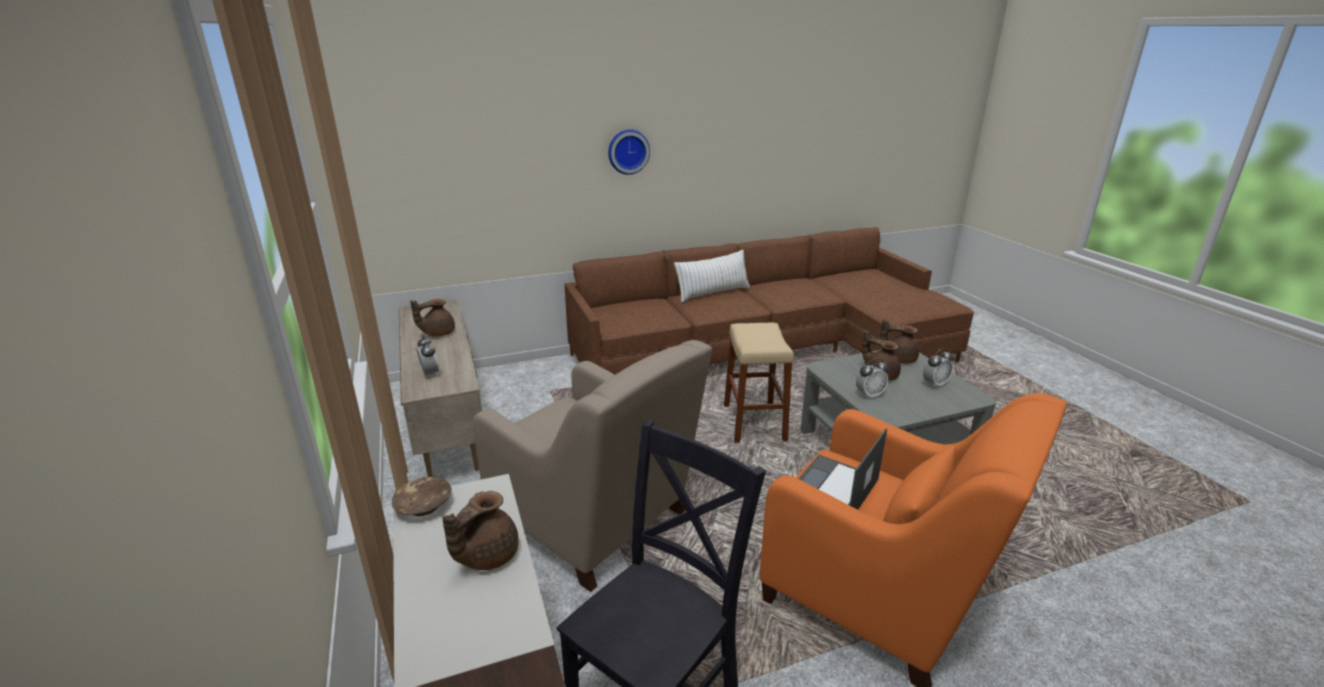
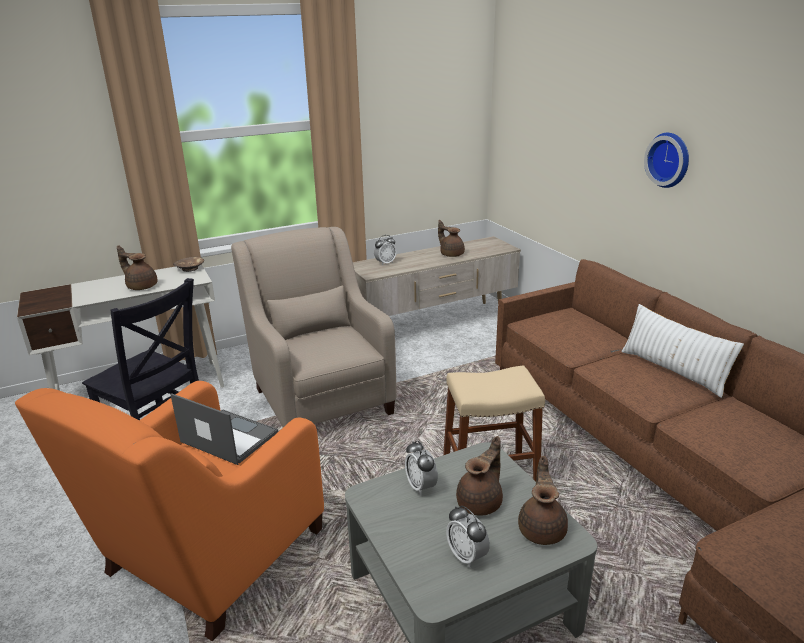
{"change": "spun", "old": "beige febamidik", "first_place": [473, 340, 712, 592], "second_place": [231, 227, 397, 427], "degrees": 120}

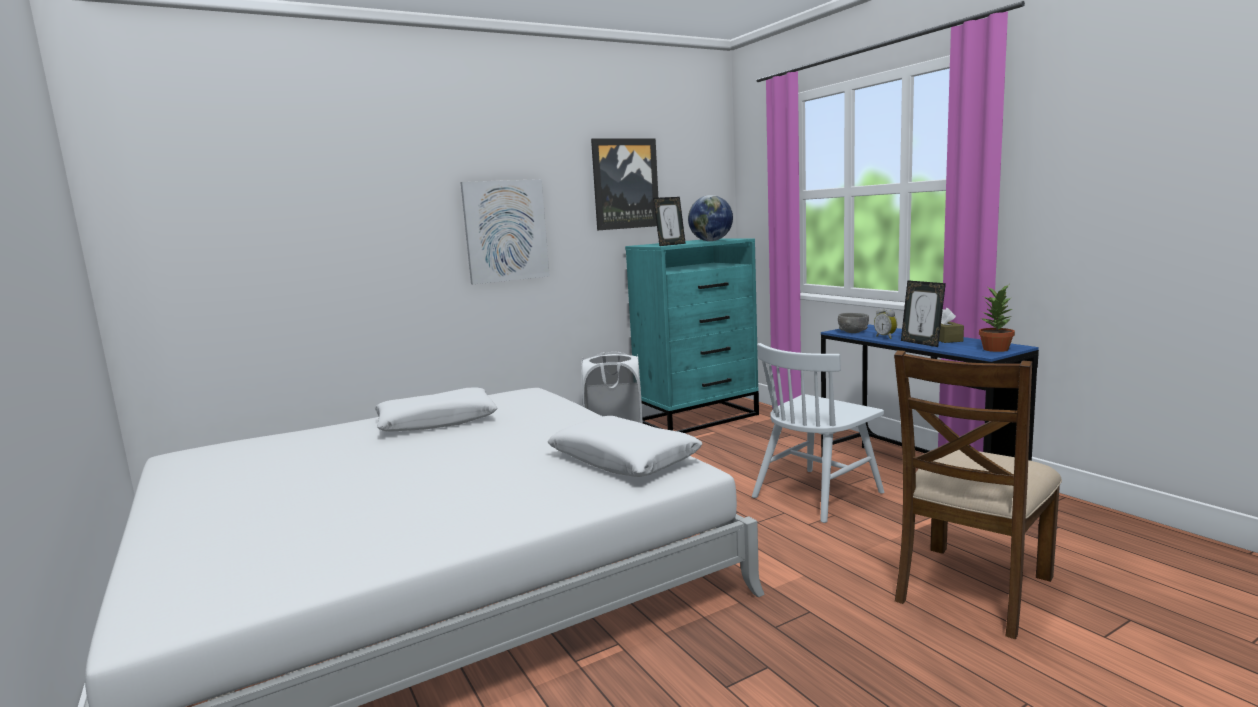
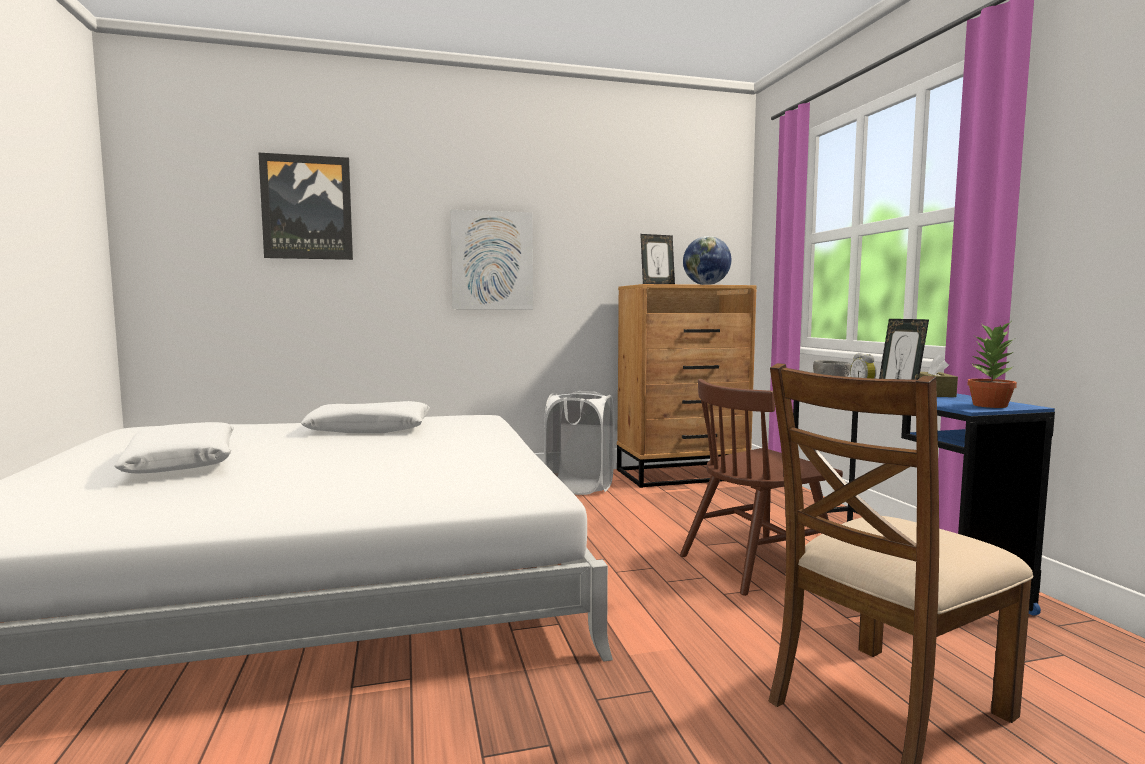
{"change": "relocated", "old": "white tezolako", "first_place": [547, 416, 702, 477], "second_place": [114, 422, 234, 474]}
{"change": "relocated", "old": "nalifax", "first_place": [591, 138, 658, 230], "second_place": [258, 152, 353, 260]}
{"change": "colour", "old": "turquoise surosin", "new": "brown surosin", "first_place": [625, 238, 759, 433], "second_place": [617, 284, 757, 488]}
{"change": "colour", "old": "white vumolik", "new": "brown vumolik", "first_place": [752, 343, 884, 523], "second_place": [680, 379, 843, 596]}

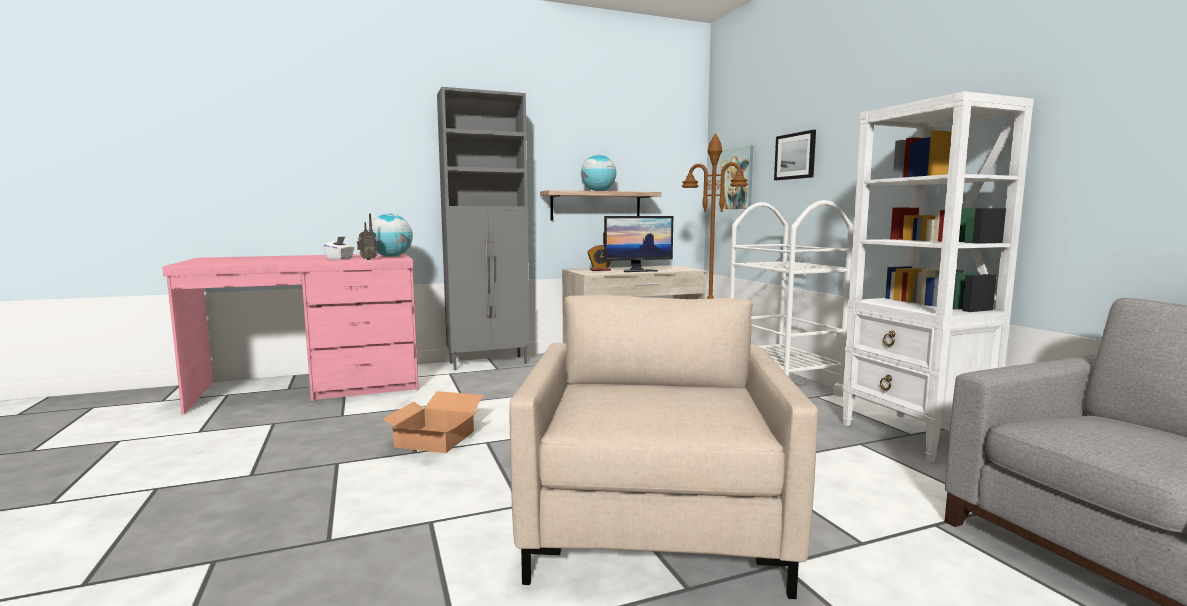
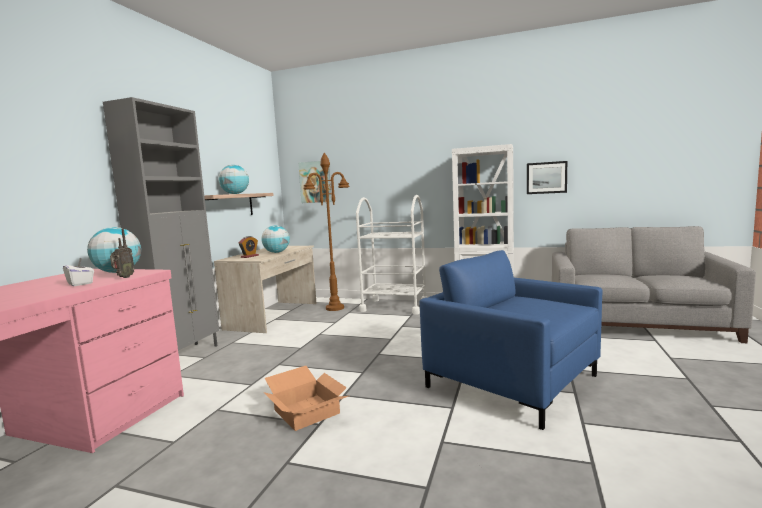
{"change": "exchanged", "old": "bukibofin", "new": "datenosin", "first_place": [603, 216, 673, 272], "second_place": [261, 225, 290, 253]}
{"change": "colour", "old": "beige febamidik", "new": "blue febamidik", "first_place": [510, 295, 818, 599], "second_place": [419, 250, 603, 430]}
{"change": "relocated", "old": "nalifax", "first_place": [774, 130, 816, 180], "second_place": [527, 161, 567, 194]}

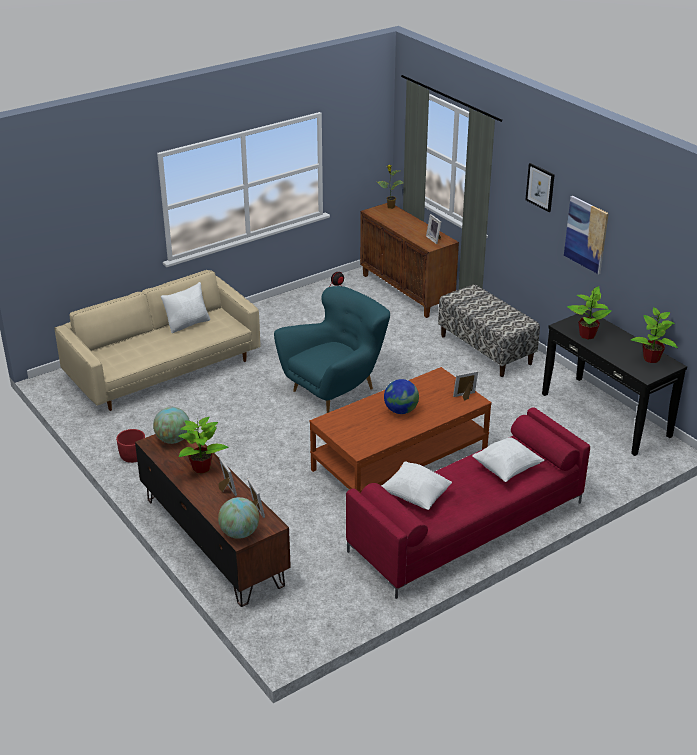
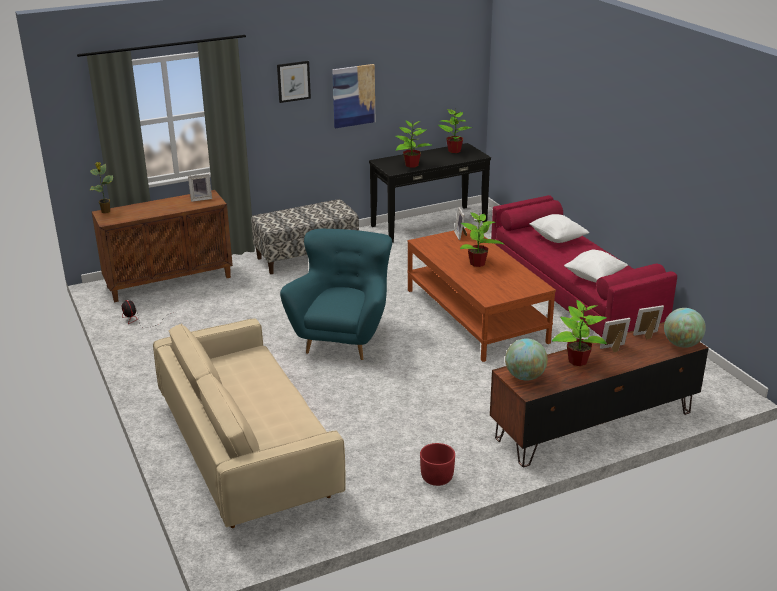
{"change": "spun", "old": "turquoise febamidik", "first_place": [274, 286, 390, 413], "second_place": [280, 229, 392, 360], "degrees": 45}
{"change": "exchanged", "old": "datenosin", "new": "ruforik", "first_place": [384, 379, 419, 414], "second_place": [460, 212, 504, 267]}
{"change": "missing", "old": "white tezolako", "first_place": [161, 282, 210, 333]}

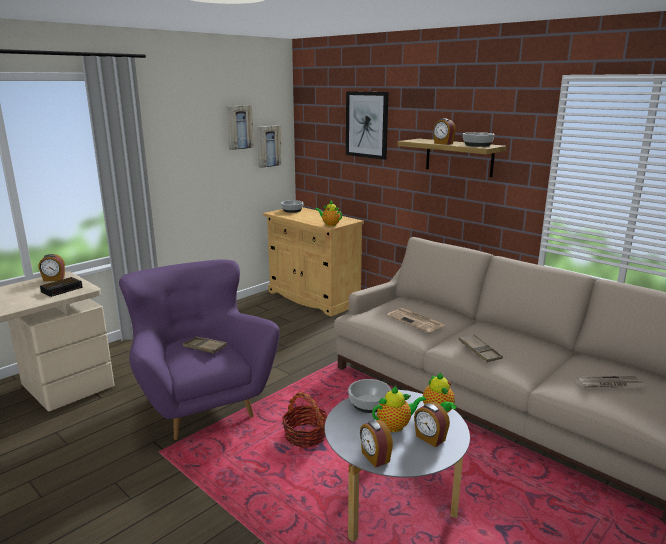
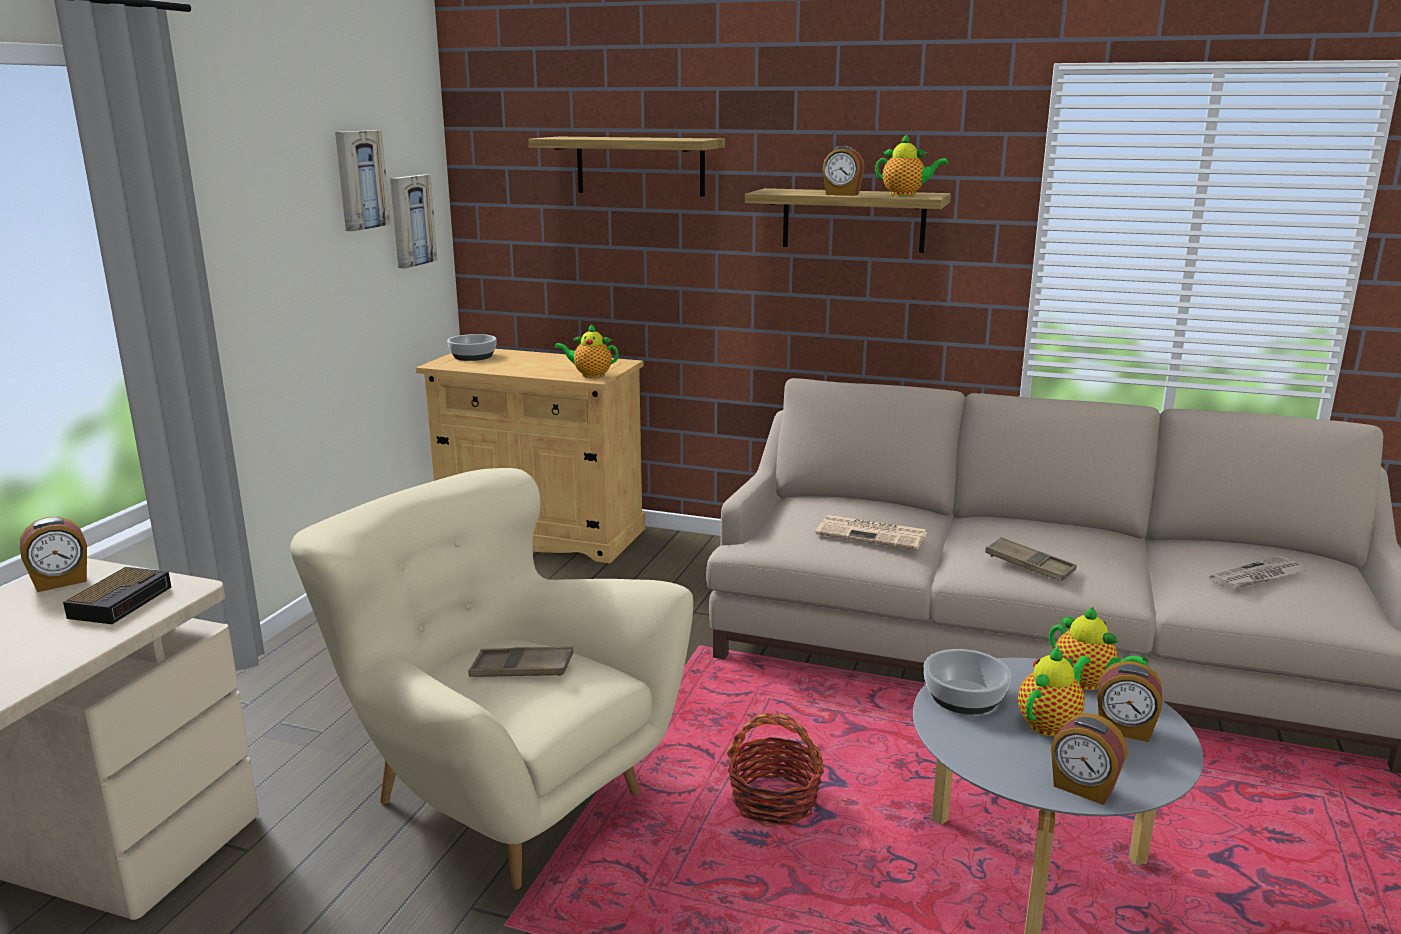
{"change": "colour", "old": "purple febamidik", "new": "beige febamidik", "first_place": [119, 259, 280, 440], "second_place": [290, 468, 693, 889]}
{"change": "exchanged", "old": "nalifax", "new": "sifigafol", "first_place": [346, 91, 389, 160], "second_place": [529, 137, 725, 197]}
{"change": "exchanged", "old": "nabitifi", "new": "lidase", "first_place": [463, 132, 495, 147], "second_place": [875, 134, 948, 195]}

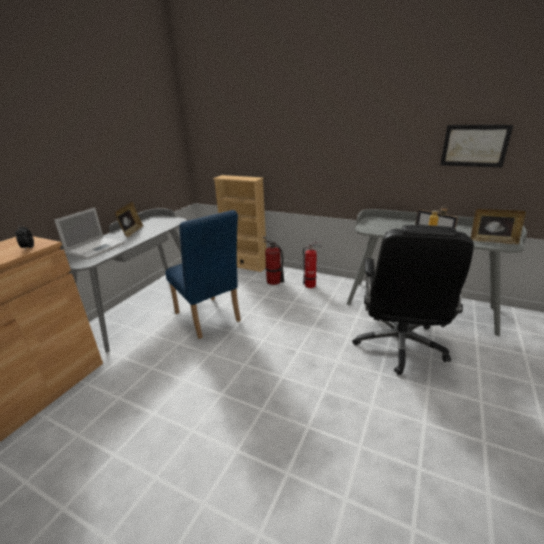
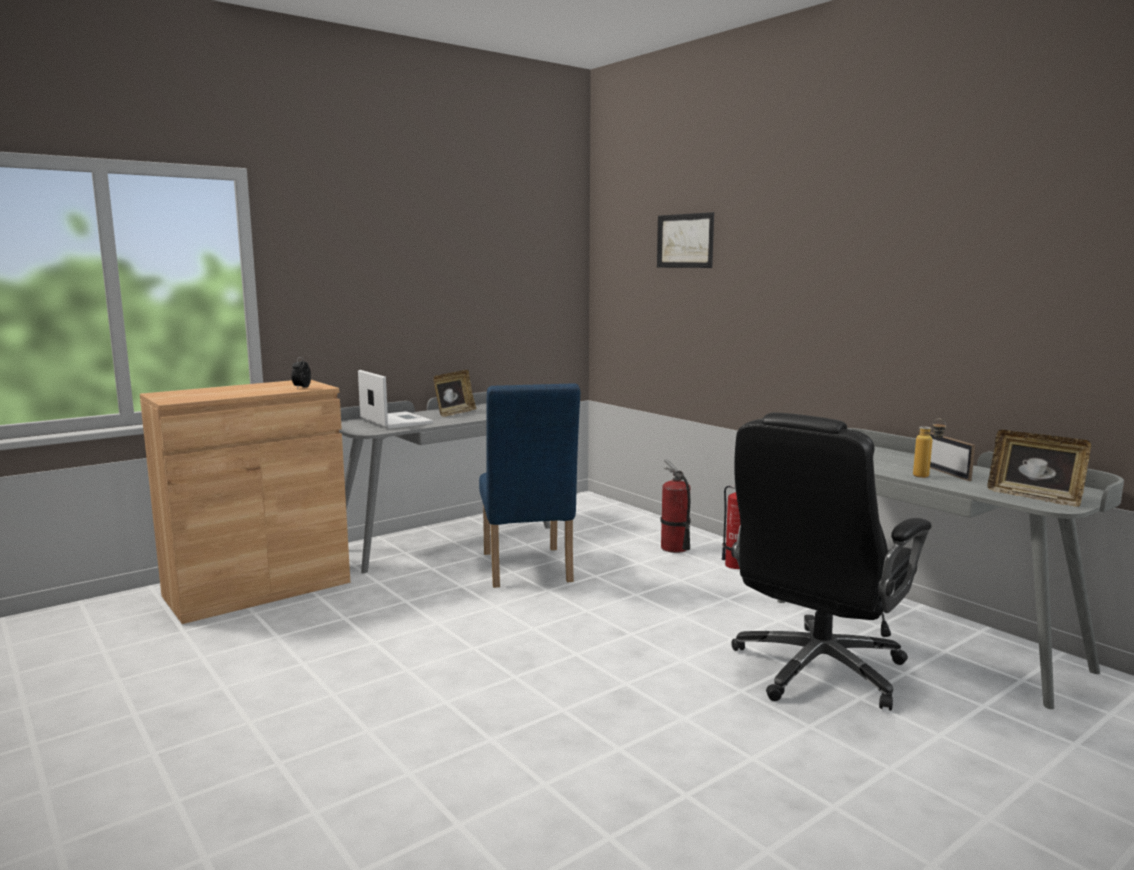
{"change": "spun", "old": "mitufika", "first_place": [54, 208, 125, 259], "second_place": [358, 370, 433, 429], "degrees": -90}
{"change": "relocated", "old": "nalifax", "first_place": [440, 125, 513, 167], "second_place": [657, 212, 714, 268]}
{"change": "missing", "old": "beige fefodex", "first_place": [213, 175, 266, 272]}

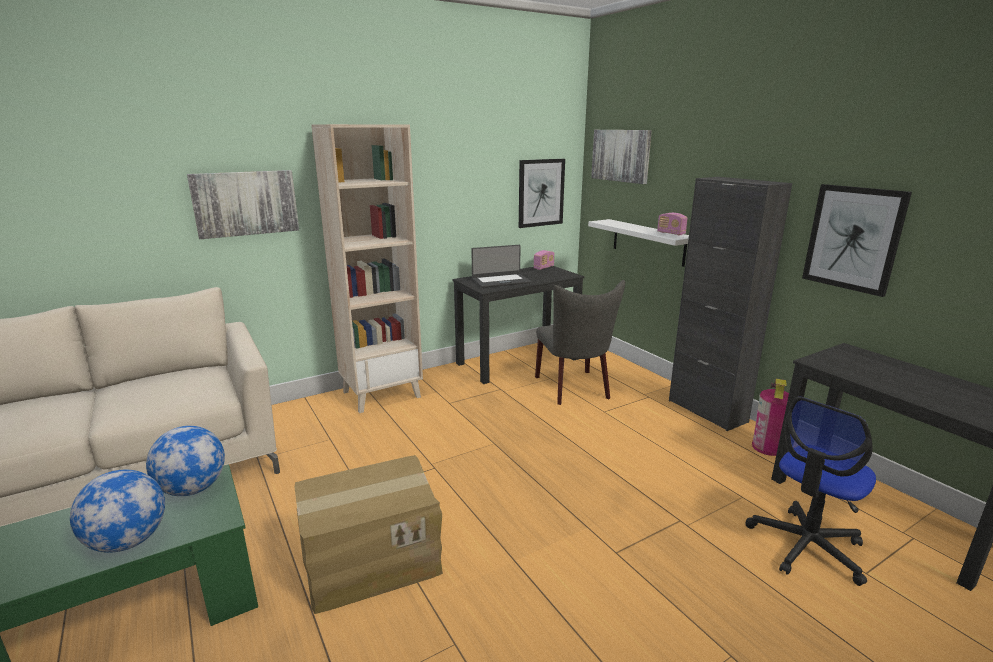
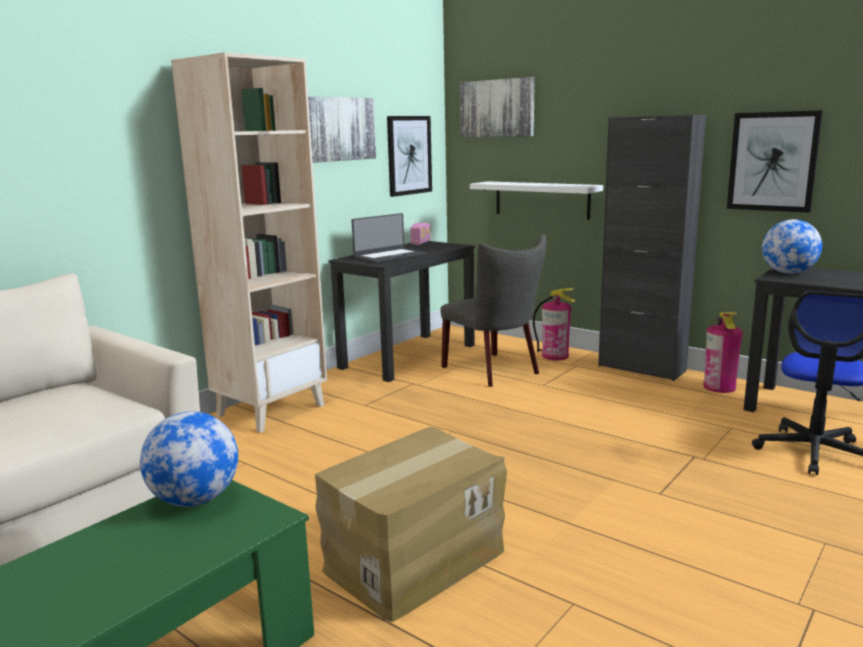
{"change": "relocated", "old": "nalifax", "first_place": [187, 170, 299, 239], "second_place": [308, 96, 376, 163]}
{"change": "appeared", "new": "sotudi", "second_place": [533, 288, 575, 360]}
{"change": "relocated", "old": "datenosin", "first_place": [70, 469, 165, 553], "second_place": [762, 219, 822, 274]}
{"change": "missing", "old": "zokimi", "first_place": [657, 213, 688, 235]}

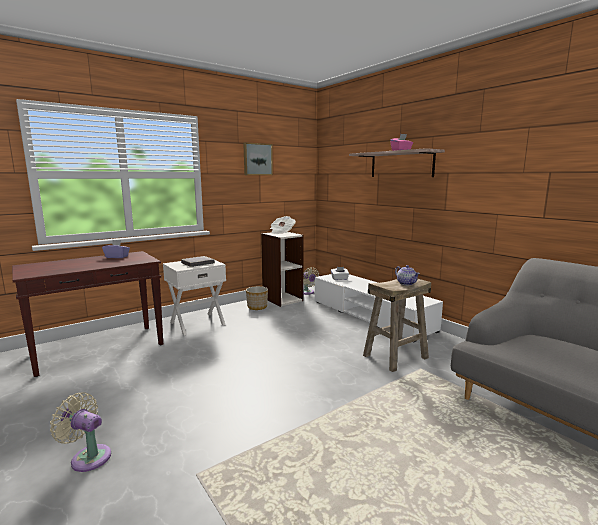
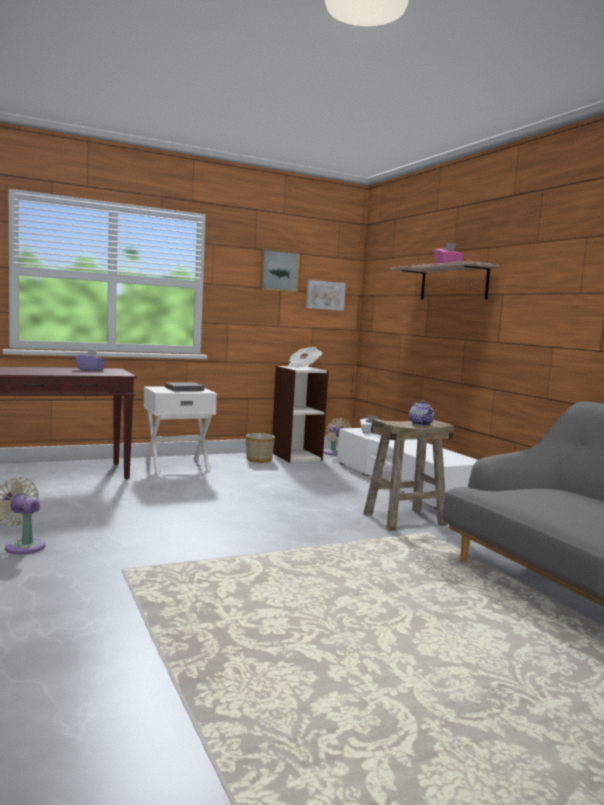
{"change": "appeared", "new": "nalifax", "second_place": [306, 280, 346, 311]}

